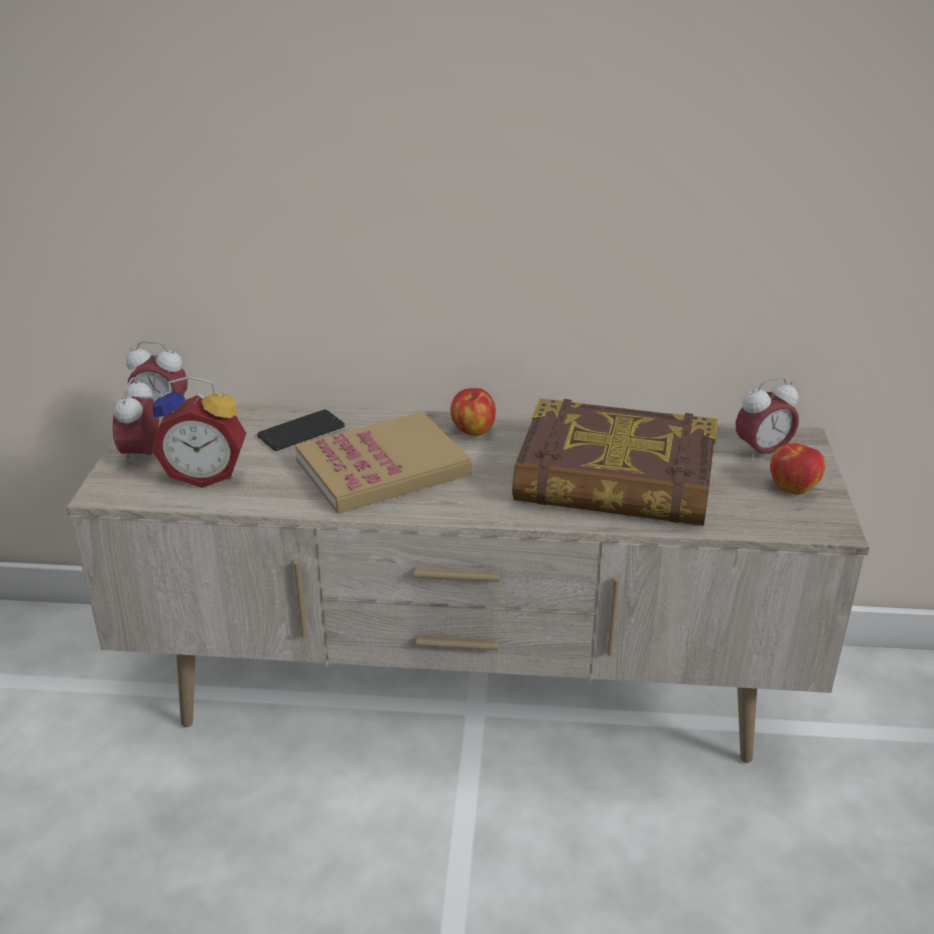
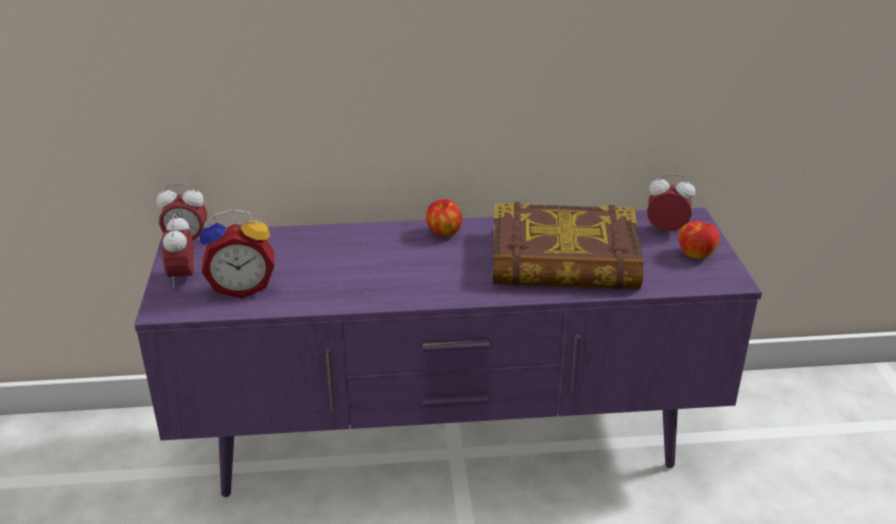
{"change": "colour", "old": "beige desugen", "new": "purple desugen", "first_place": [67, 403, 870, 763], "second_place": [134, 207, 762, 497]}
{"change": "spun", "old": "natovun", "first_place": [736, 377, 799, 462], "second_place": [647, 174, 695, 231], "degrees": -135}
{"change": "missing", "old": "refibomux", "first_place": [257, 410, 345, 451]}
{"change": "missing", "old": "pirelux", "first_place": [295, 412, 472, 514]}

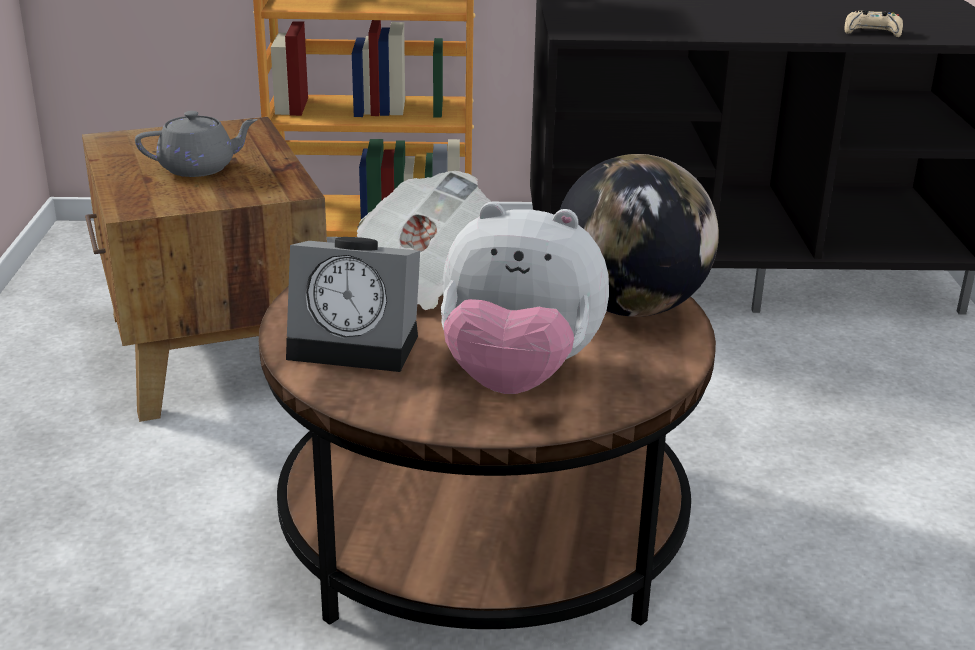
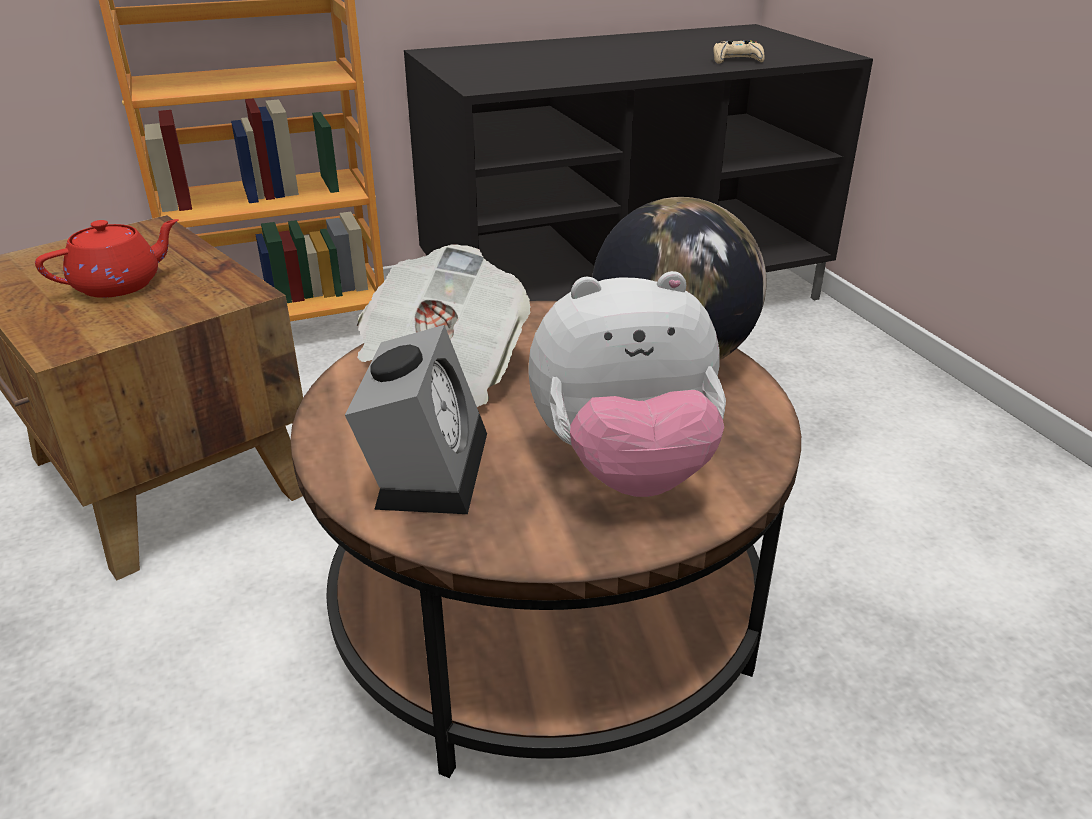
{"change": "colour", "old": "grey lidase", "new": "red lidase", "first_place": [135, 111, 258, 177], "second_place": [35, 219, 179, 298]}
{"change": "spun", "old": "natovun", "first_place": [286, 237, 420, 372], "second_place": [345, 325, 487, 514], "degrees": -75}

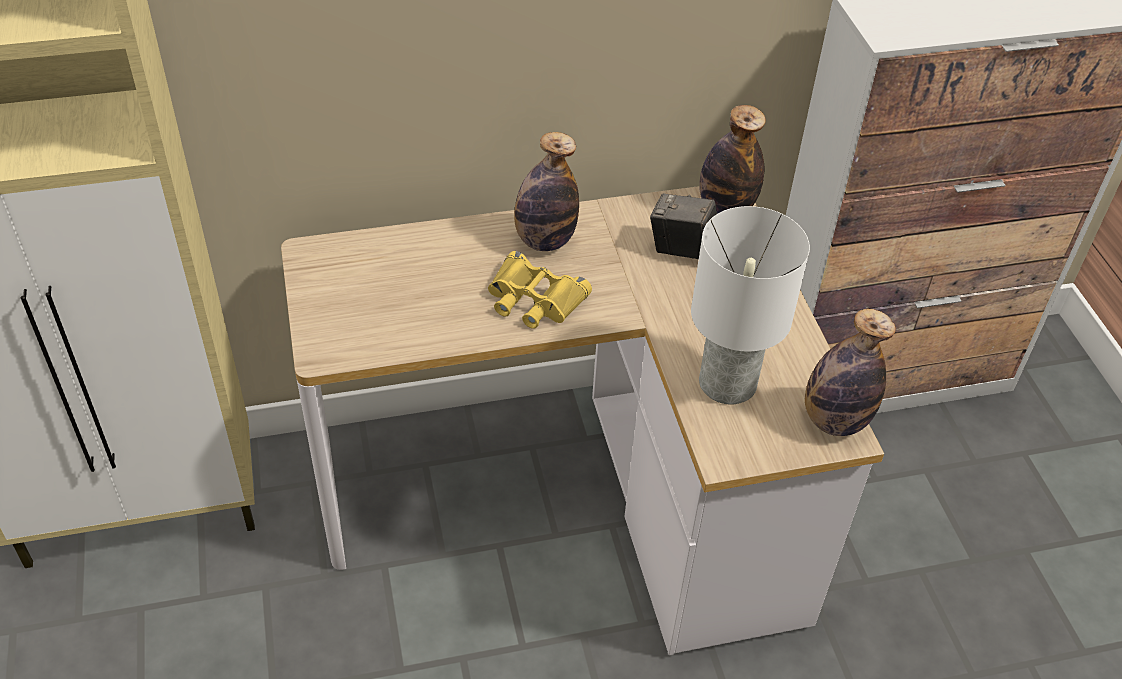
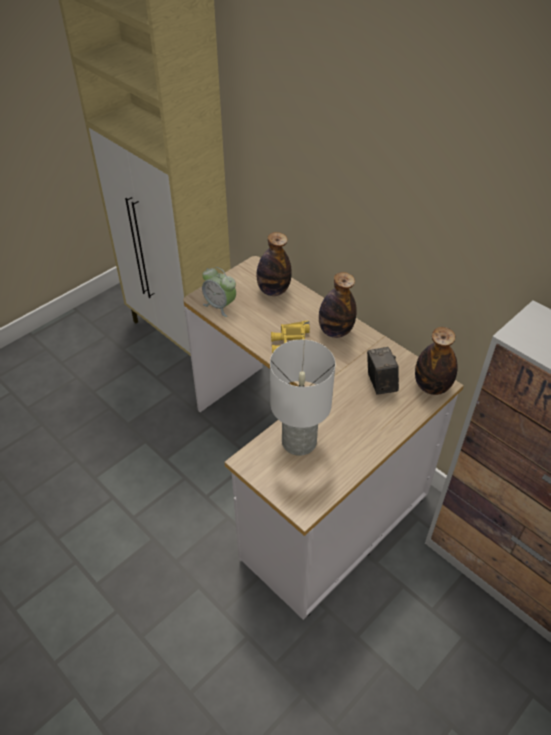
{"change": "appeared", "new": "natovun", "second_place": [202, 267, 236, 317]}
{"change": "relocated", "old": "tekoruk", "first_place": [805, 309, 896, 436], "second_place": [257, 232, 292, 296]}

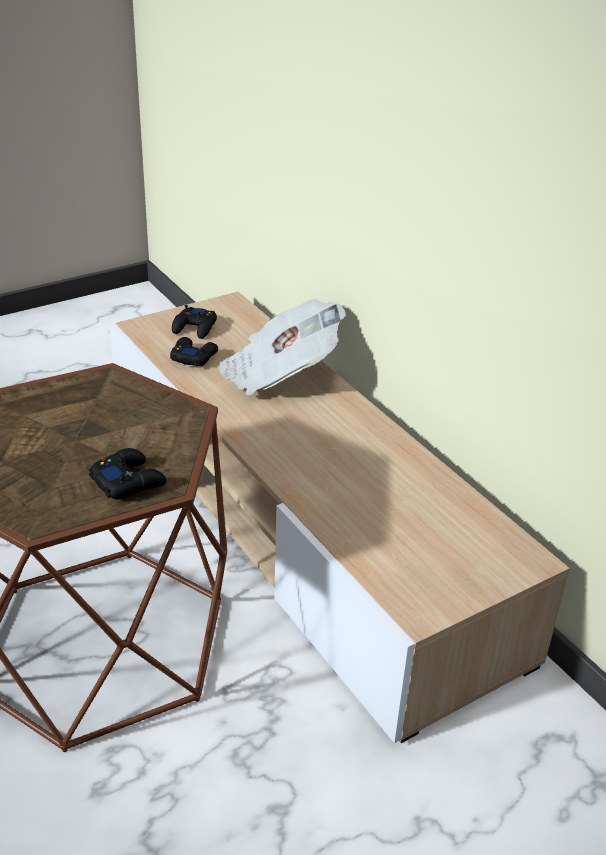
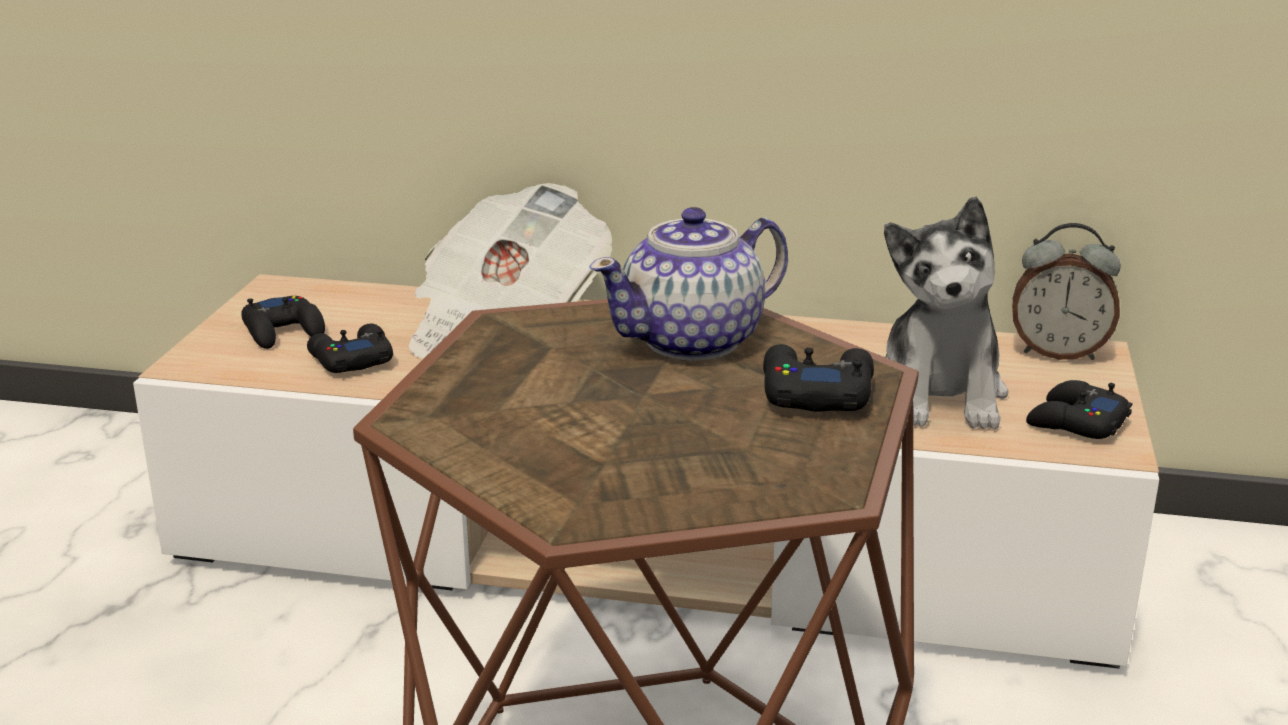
{"change": "appeared", "new": "lidase", "second_place": [589, 207, 788, 361]}
{"change": "appeared", "new": "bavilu", "second_place": [884, 196, 1008, 429]}
{"change": "appeared", "new": "natovun", "second_place": [1012, 223, 1121, 360]}
{"change": "appeared", "new": "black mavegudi", "second_place": [1026, 380, 1133, 439]}

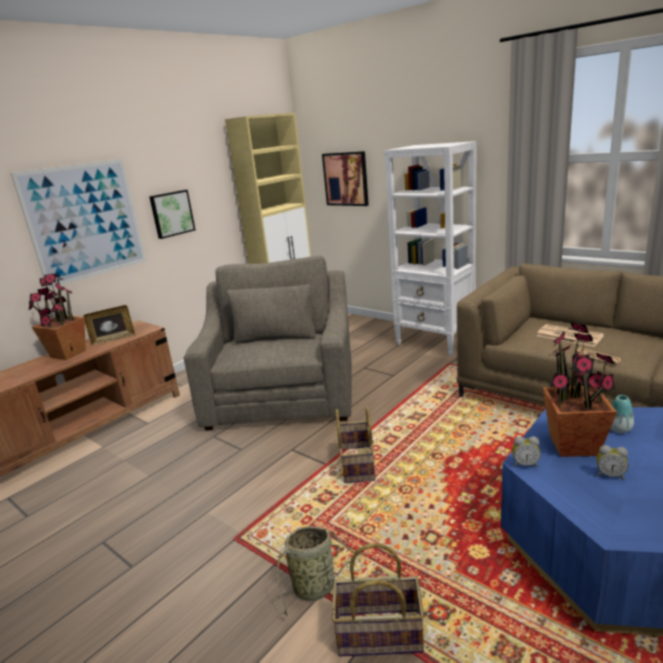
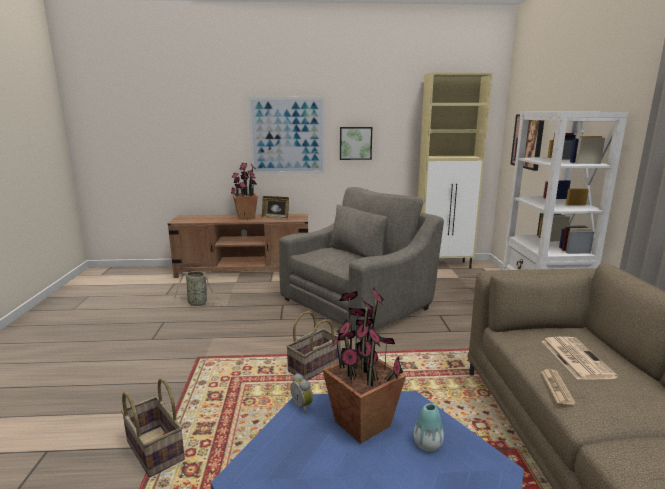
{"change": "relocated", "old": "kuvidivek", "first_place": [272, 526, 370, 616], "second_place": [174, 271, 223, 306]}
{"change": "missing", "old": "natovun", "first_place": [597, 445, 628, 480]}

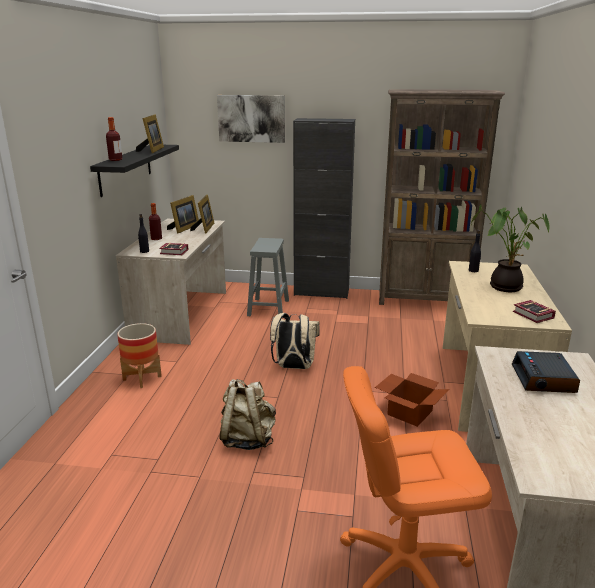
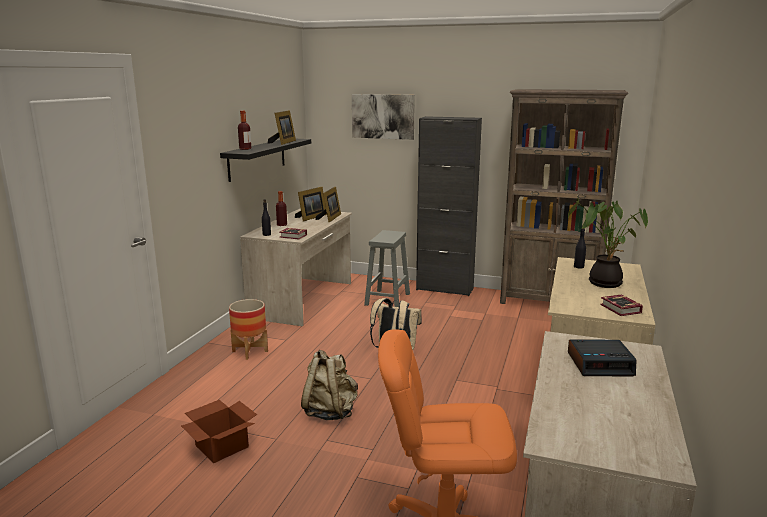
{"change": "relocated", "old": "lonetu", "first_place": [375, 373, 450, 427], "second_place": [181, 400, 257, 463]}
{"change": "spun", "old": "natovun", "first_place": [512, 351, 580, 393], "second_place": [568, 340, 636, 376], "degrees": -105}

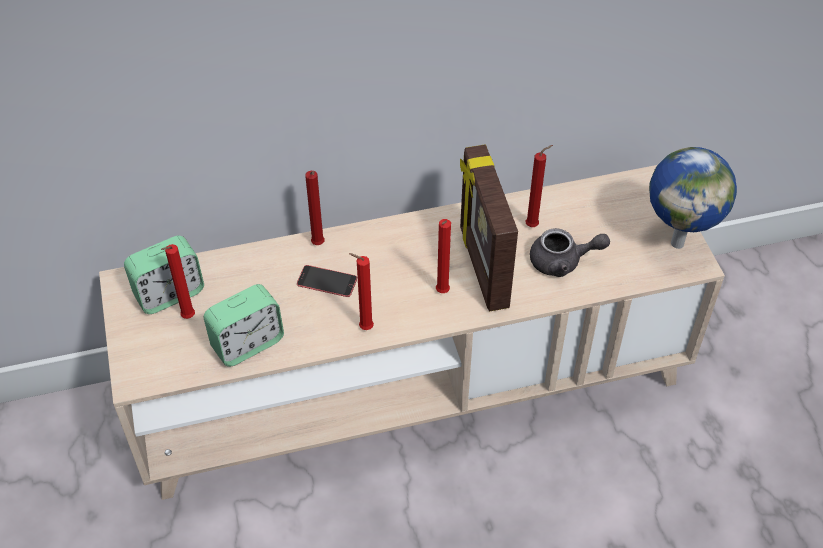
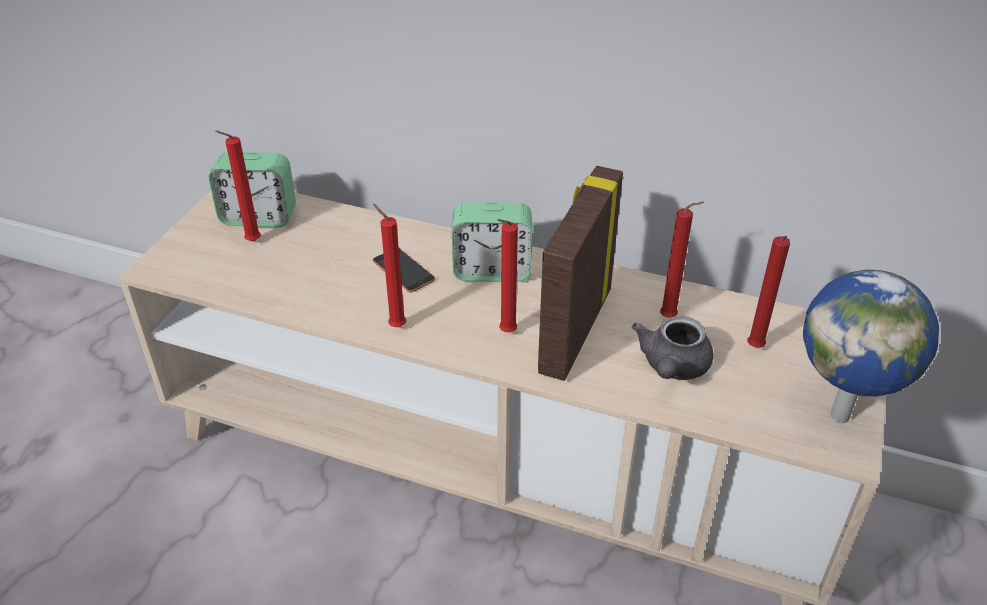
{"change": "relocated", "old": "natovun", "first_place": [204, 284, 284, 367], "second_place": [452, 202, 533, 282]}
{"change": "spun", "old": "grey lidase", "first_place": [530, 228, 610, 277], "second_place": [632, 316, 714, 380], "degrees": 75}
{"change": "relocated", "old": "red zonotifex", "first_place": [305, 171, 325, 245], "second_place": [747, 236, 790, 348]}

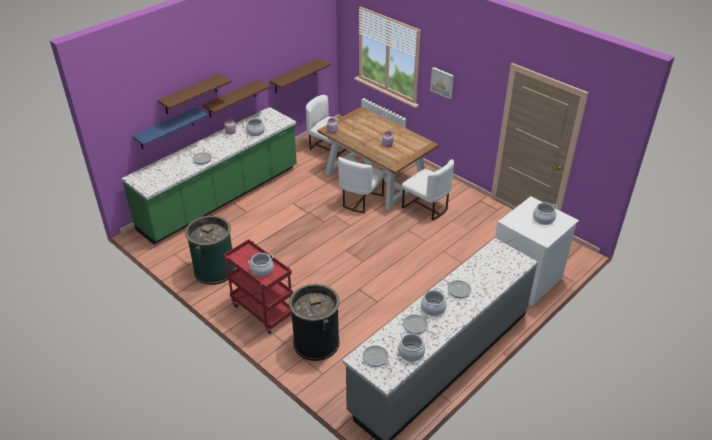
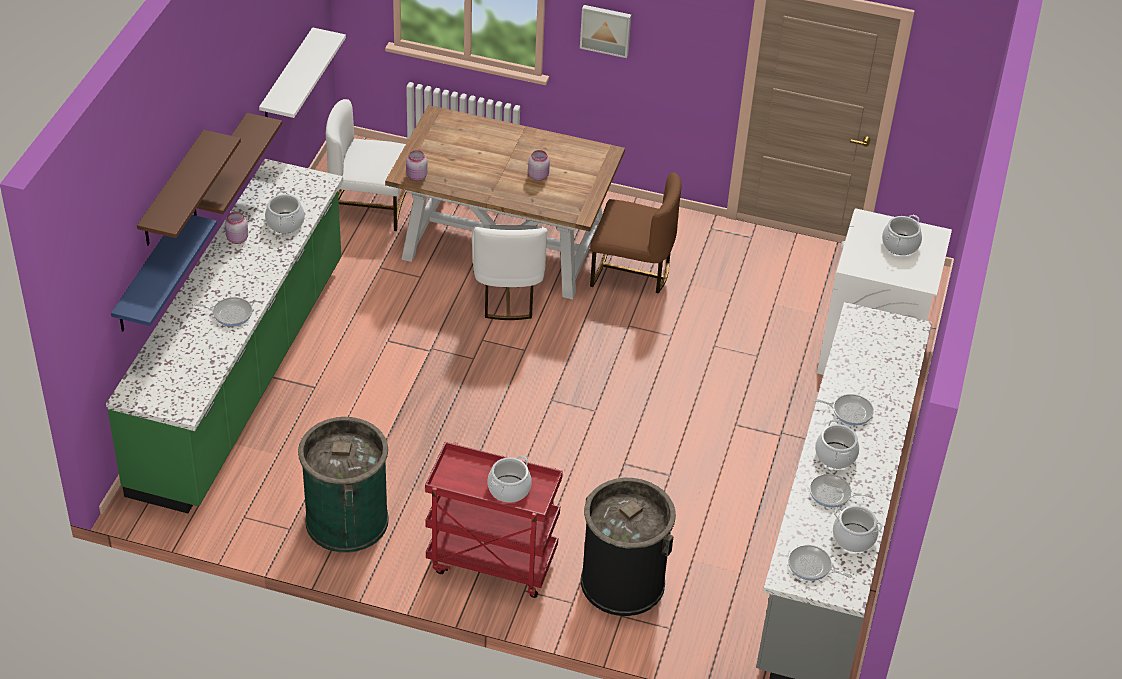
{"change": "colour", "old": "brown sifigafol", "new": "white sifigafol", "first_place": [270, 58, 331, 93], "second_place": [259, 27, 346, 118]}
{"change": "colour", "old": "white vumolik", "new": "brown vumolik", "first_place": [402, 159, 454, 221], "second_place": [590, 172, 681, 293]}

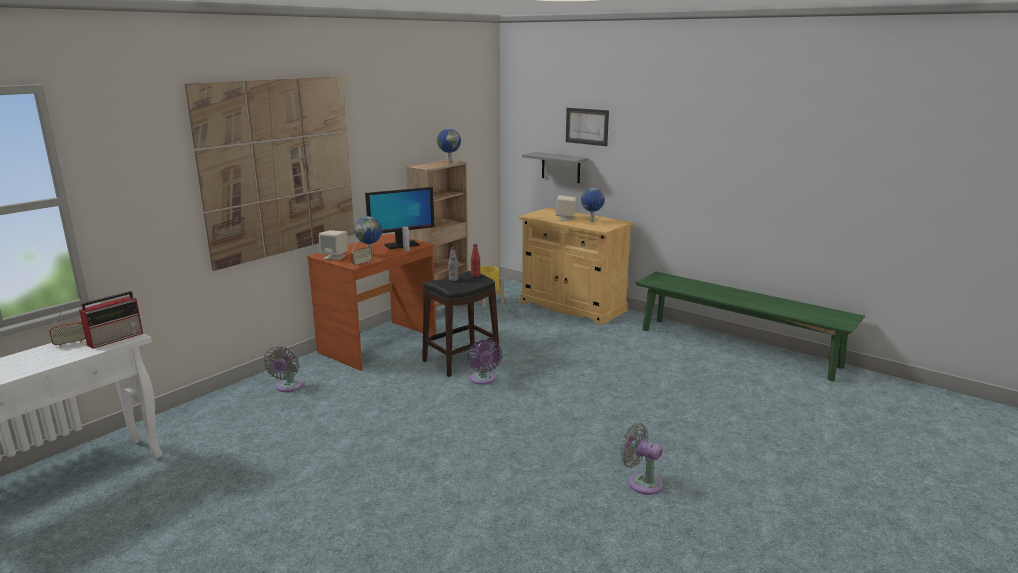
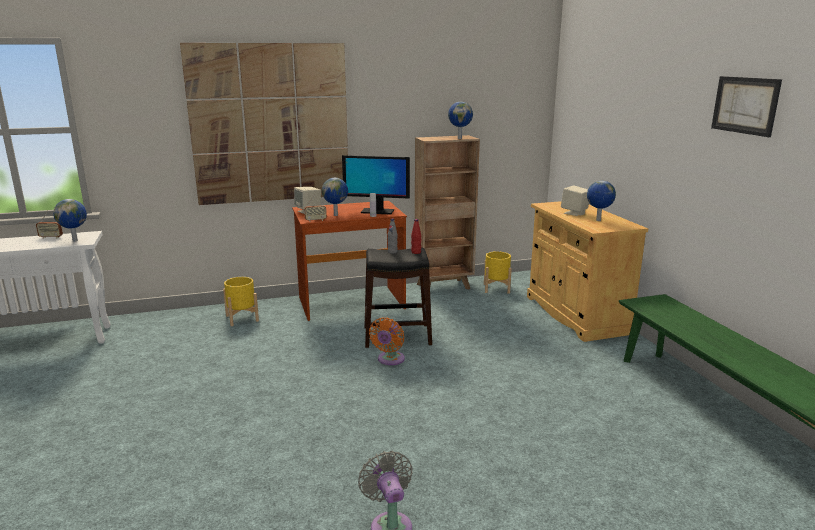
{"change": "exchanged", "old": "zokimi", "new": "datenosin", "first_place": [79, 291, 143, 349], "second_place": [53, 199, 87, 242]}
{"change": "exchanged", "old": "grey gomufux", "new": "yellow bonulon", "first_place": [264, 346, 303, 392], "second_place": [223, 277, 259, 326]}
{"change": "colour", "old": "purple gomufux", "new": "orange gomufux", "first_place": [467, 339, 502, 385], "second_place": [369, 317, 405, 365]}
{"change": "relocated", "old": "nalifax", "first_place": [566, 108, 609, 146], "second_place": [711, 76, 782, 137]}
{"change": "missing", "old": "grey sifigafol", "first_place": [522, 152, 589, 183]}

